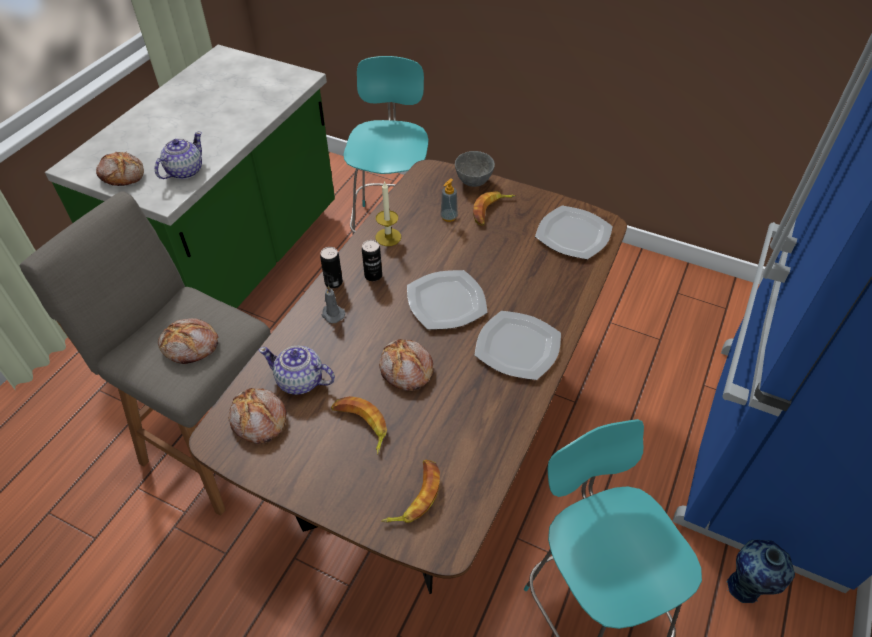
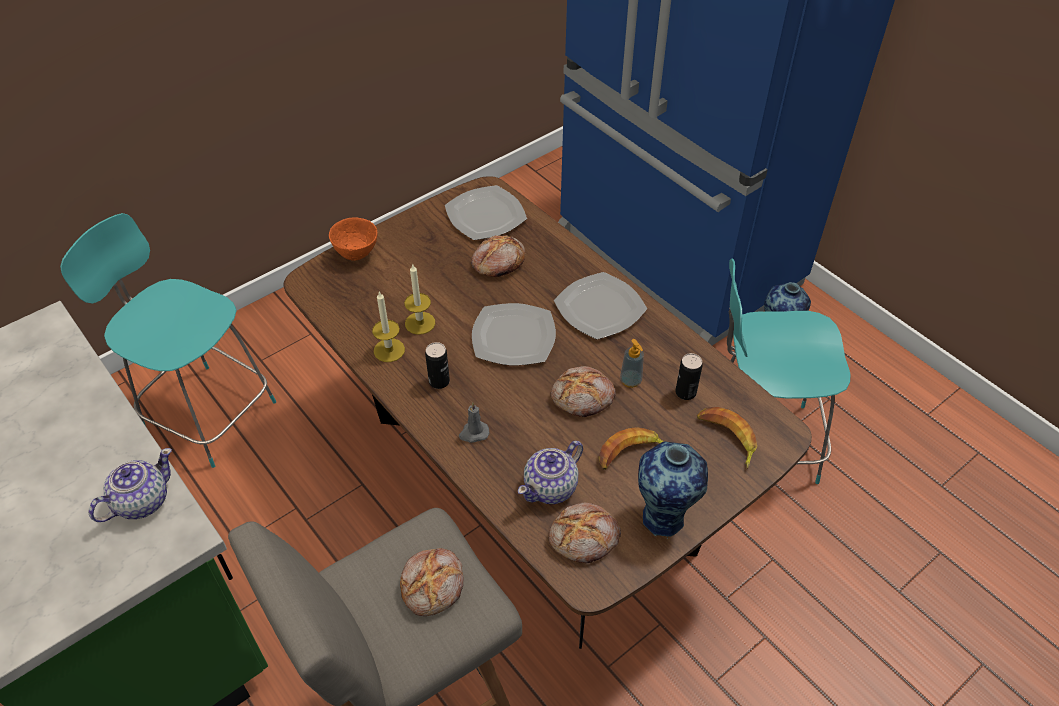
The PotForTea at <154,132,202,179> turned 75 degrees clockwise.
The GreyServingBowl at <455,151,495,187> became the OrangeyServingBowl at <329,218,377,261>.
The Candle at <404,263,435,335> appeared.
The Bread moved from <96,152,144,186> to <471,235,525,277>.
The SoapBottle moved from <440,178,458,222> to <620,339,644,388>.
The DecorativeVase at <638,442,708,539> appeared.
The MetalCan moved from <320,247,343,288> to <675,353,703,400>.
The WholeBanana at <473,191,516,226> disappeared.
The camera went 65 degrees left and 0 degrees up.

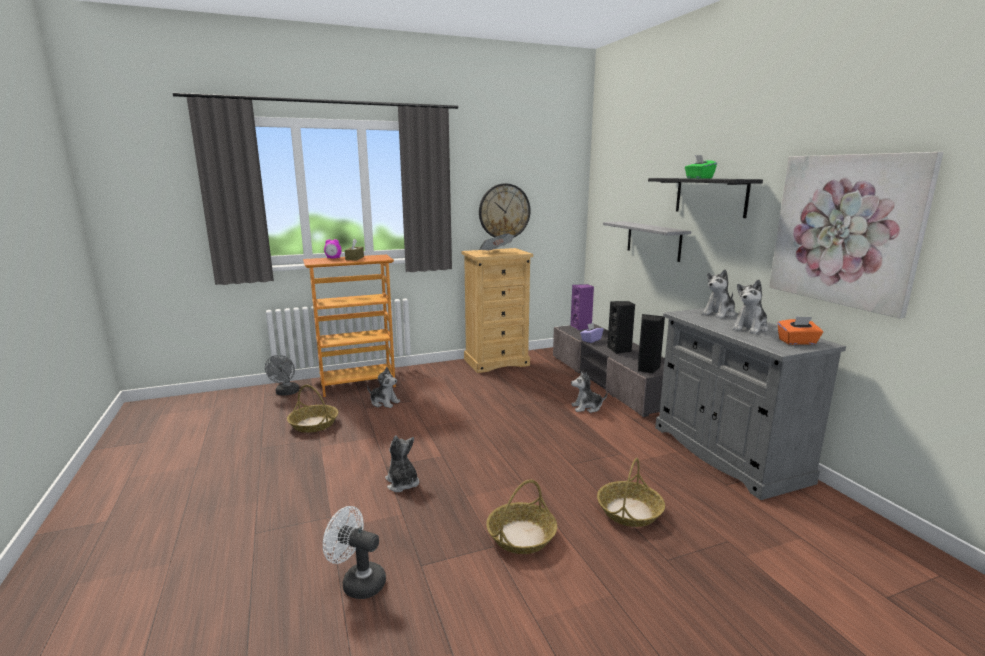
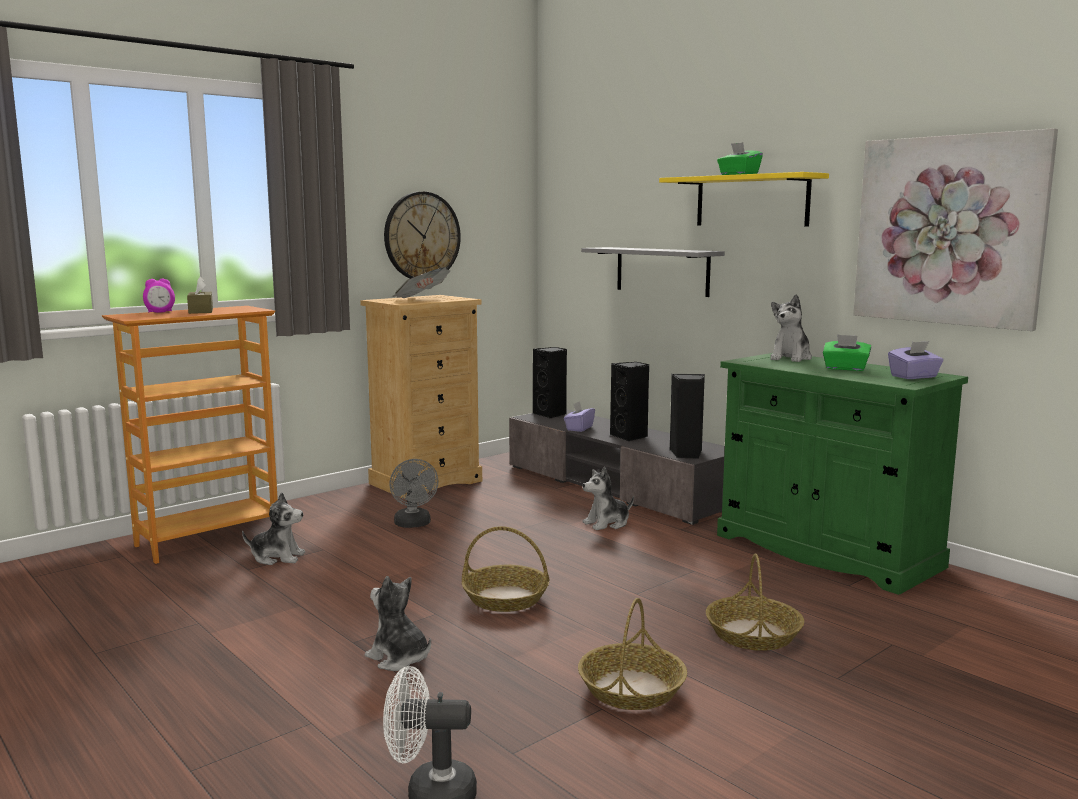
The GreyElectricFan moved from <265,355,299,395> to <389,459,438,528>.
The Basket moved from <287,385,338,433> to <462,526,550,612>.
The PurpleColouredSpeaker at <570,284,594,330> became the BlackColouredSpeaker at <533,347,567,418>.
The BlackColouredBracketShelf at <648,178,763,218> became the YellowColouredBracketShelf at <659,172,829,227>.
The GreyStorageCabinet at <655,308,846,500> became the GreenStorageCabinet at <717,353,968,595>.
The SoftToy at <732,279,768,334> was replaced by the GreenTissueBox at <823,334,871,371>.
The OrangeyTissueBox at <777,317,823,345> became the PurpleColouredTissueBox at <888,341,944,379>.
The camera went 20 degrees left and 5 degrees down.

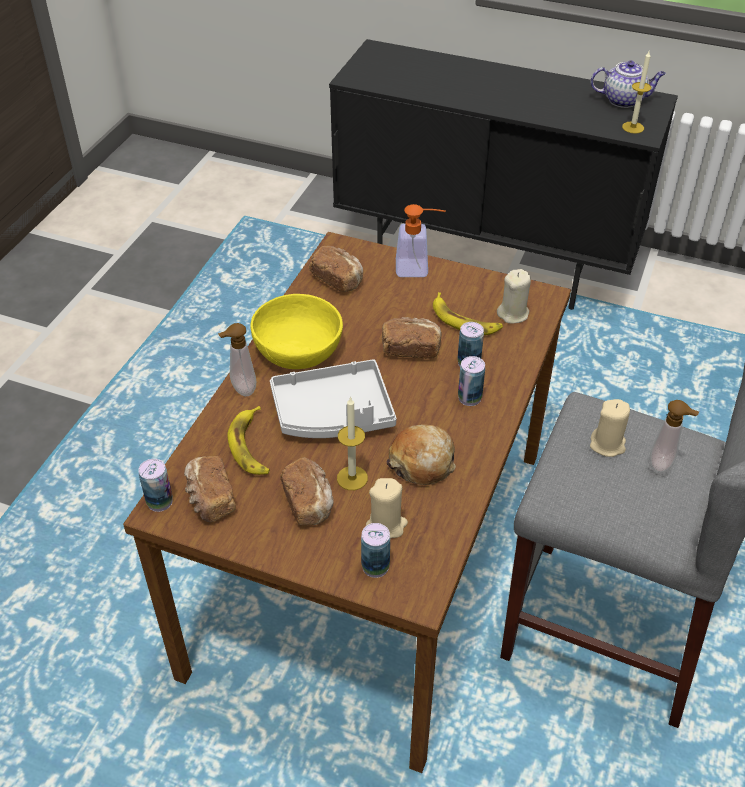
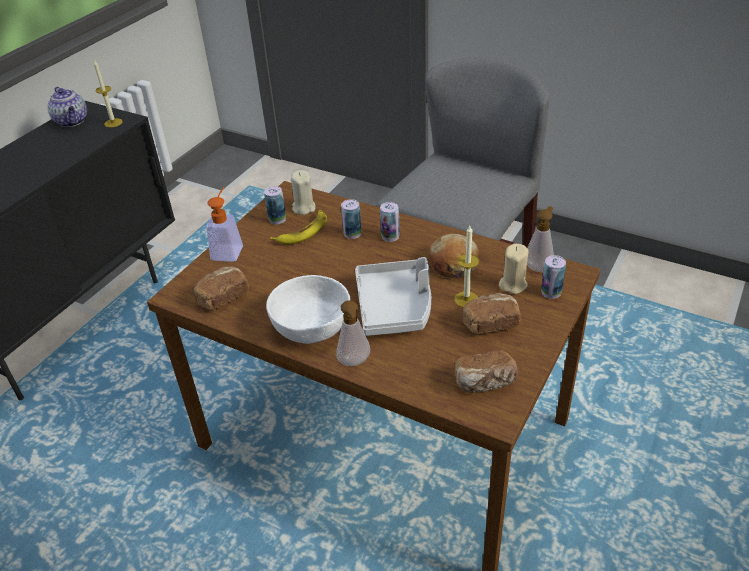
The PotForTea at <591,60,666,108> turned 135 degrees clockwise.
The MetalCan moved from <138,459,173,512> to <264,186,286,224>.
The YellowColouredServingBowl at <250,294,343,369> became the WhitishServingBowl at <266,275,351,344>.
The SoapBottle moved from <649,400,699,474> to <527,206,554,272>.
The WholeBanana at <227,406,270,475> disappeared.
The Bread at <382,317,442,359> disappeared.
The BeigeColouredCandle at <590,399,630,457> disappeared.
The camera went 80 degrees left and 5 degrees down.

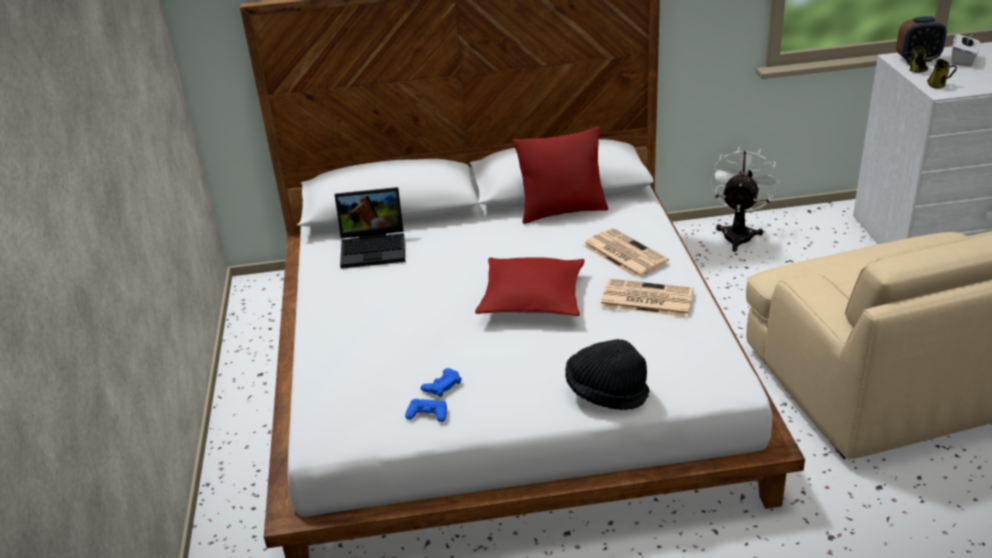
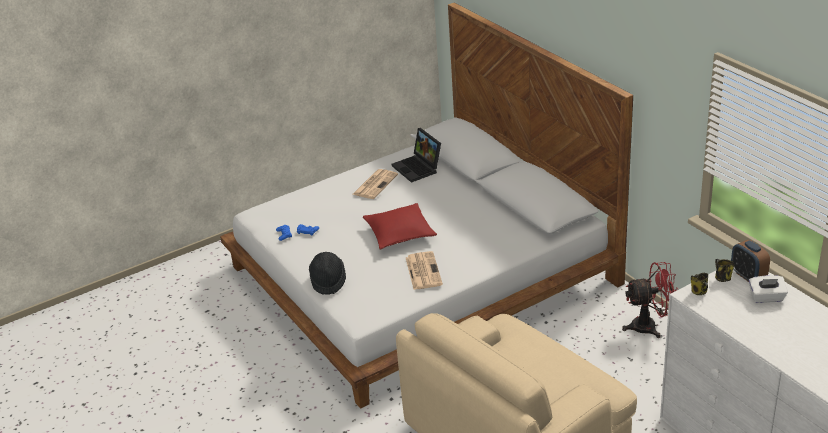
The Newspaper moved from <583,228,669,278> to <353,169,398,199>.
The WhitishElectricFan at <710,146,779,252> became the RedElectricFan at <622,262,679,338>.
The RedPillow at <513,126,608,224> disappeared.
The camera went 65 degrees right and 0 degrees up.

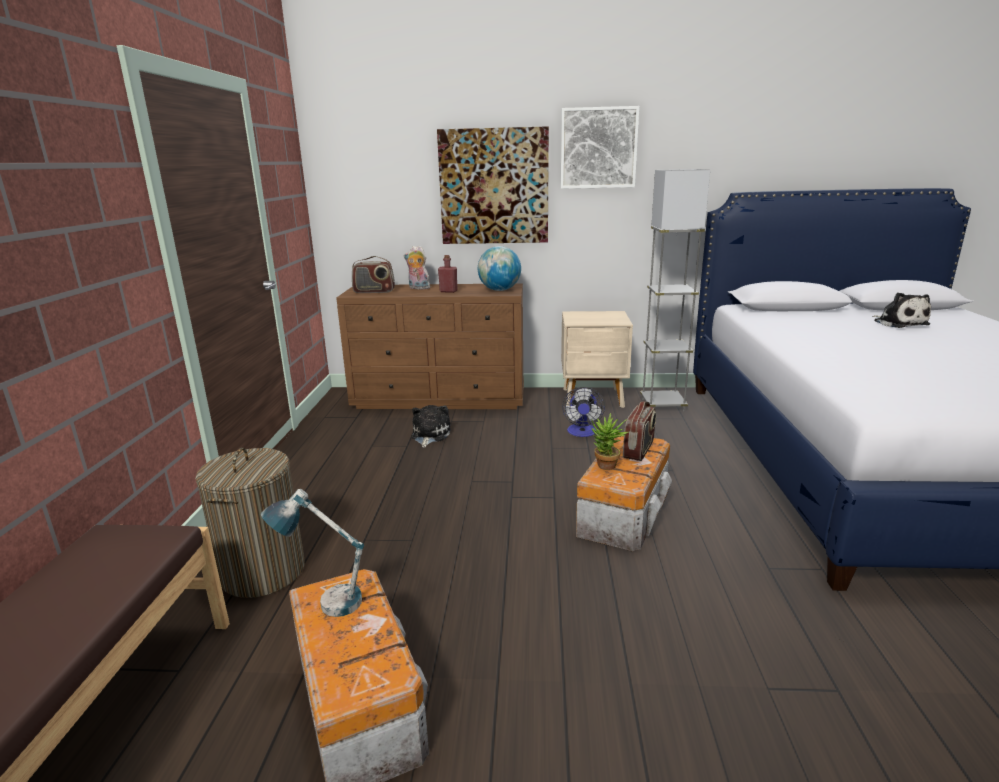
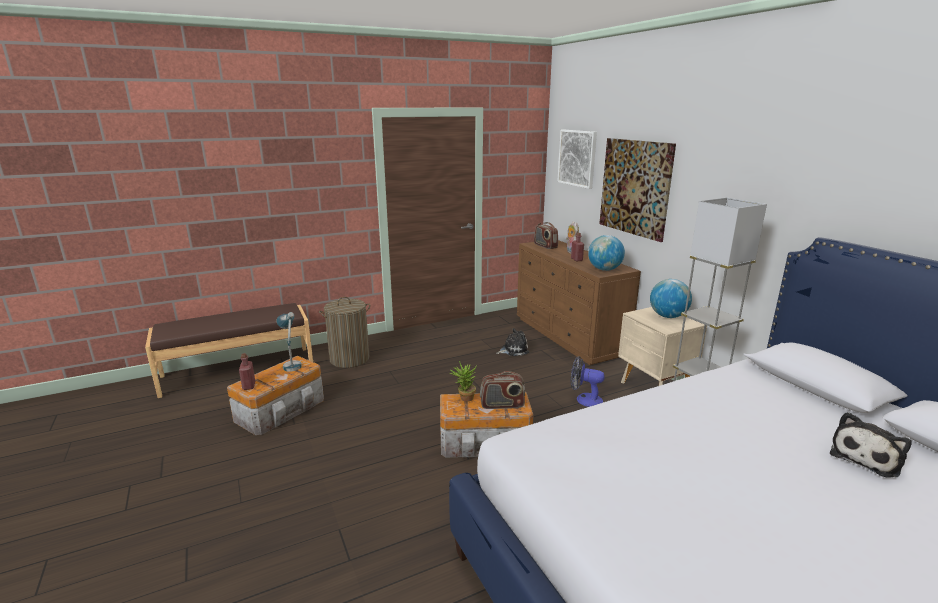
The RedBottle at <239,353,255,390> appeared.
The WallArt moved from <561,106,639,189> to <557,130,597,189>.
The ElectricFan at <562,387,605,437> turned 45 degrees clockwise.
The Globe at <650,279,692,318> appeared.
The camera went 60 degrees right and 0 degrees up.

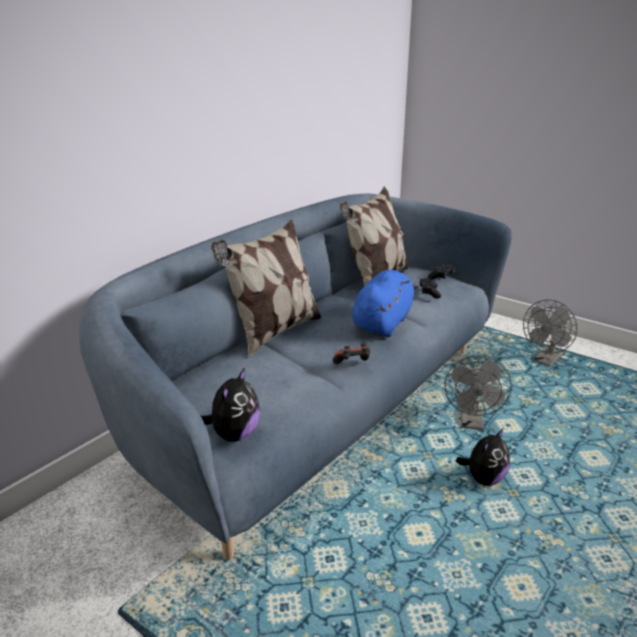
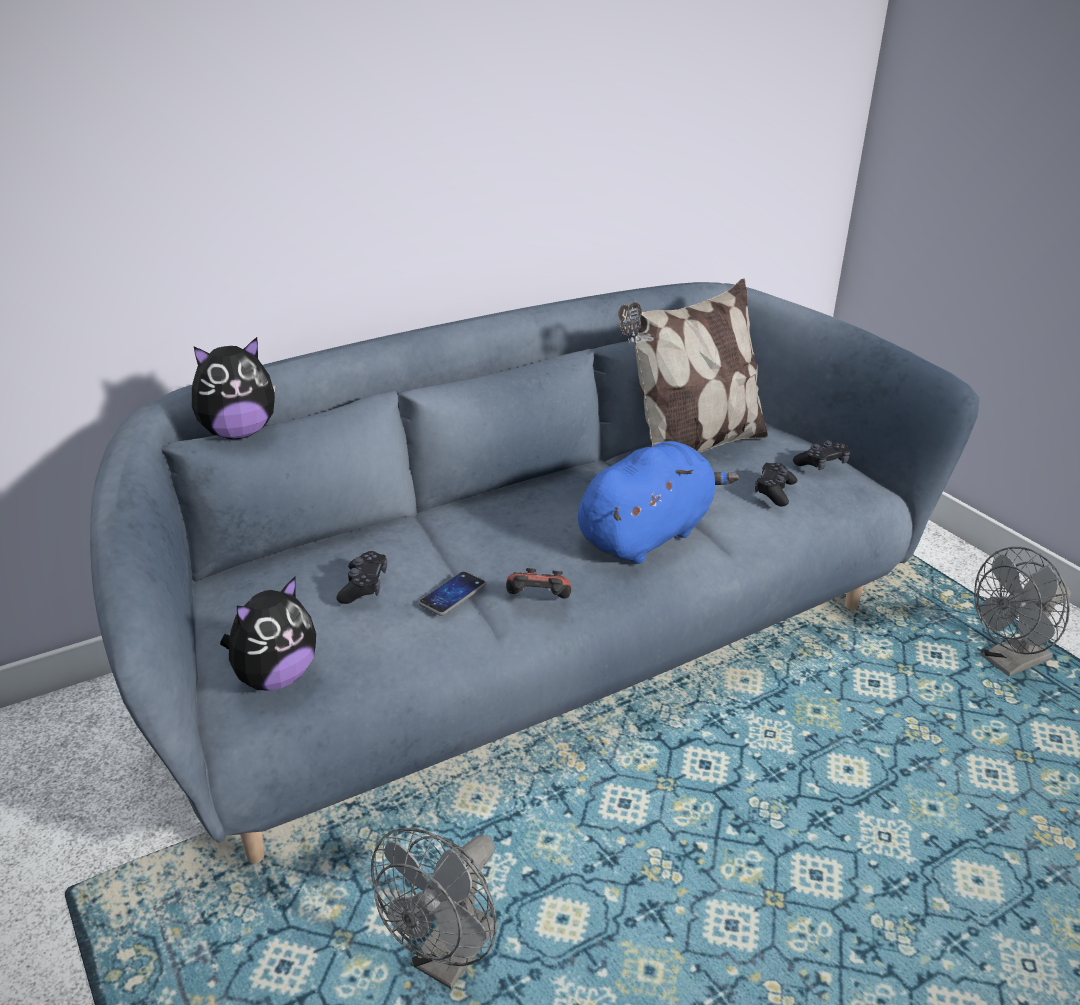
The SoftToy moved from <456,428,510,486> to <192,337,276,439>.
The BlackColouredGamepad at <336,551,387,604> appeared.
The GreyElectricFan moved from <445,355,512,430> to <371,828,498,989>.
The Phone at <418,571,486,616> appeared.
The Pillow at <211,219,321,358> disappeared.
The camera went 20 degrees right and 5 degrees up.

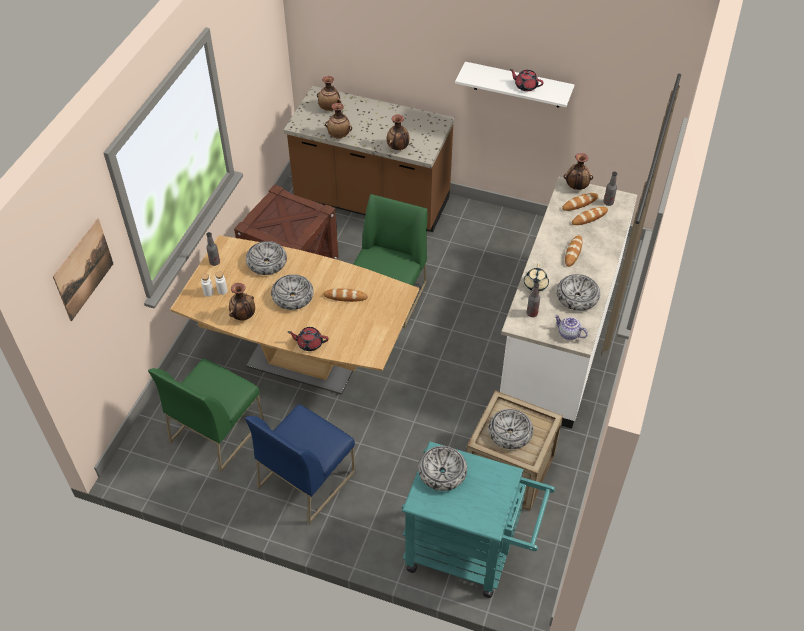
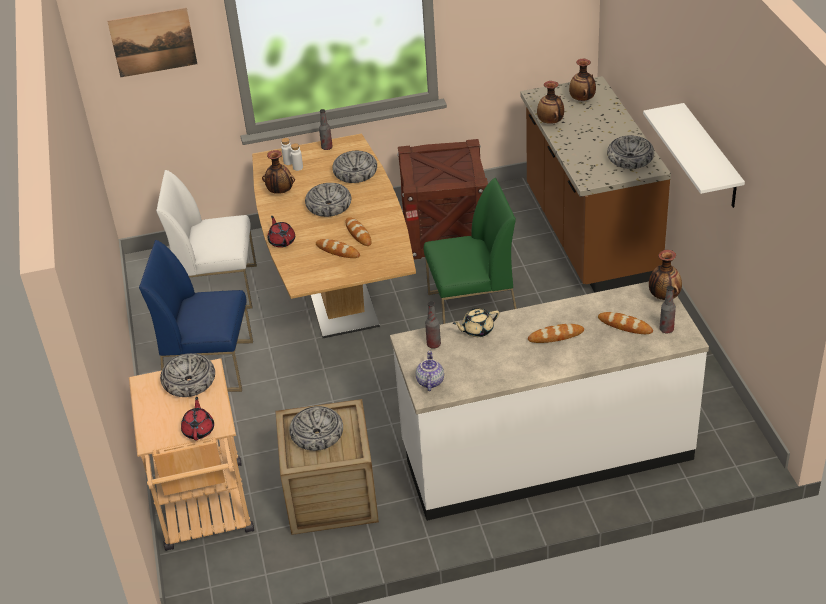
The TurquoiseColouredCart at <402,441,555,598> became the BeigeColouredCart at <129,358,254,551>.
The GreenUprightChair at <148,358,264,472> became the WhitishUprightChair at <156,170,257,309>.
The RedPotForTea moved from <510,69,544,91> to <181,397,214,441>.
The Bread moved from <562,193,598,211> to <316,239,360,258>.
The ServingBowl moved from <556,274,600,311> to <607,135,654,169>.
The DecorativeVase at <387,115,409,150> disappeared.
The camera went 60 degrees right and 10 degrees down.

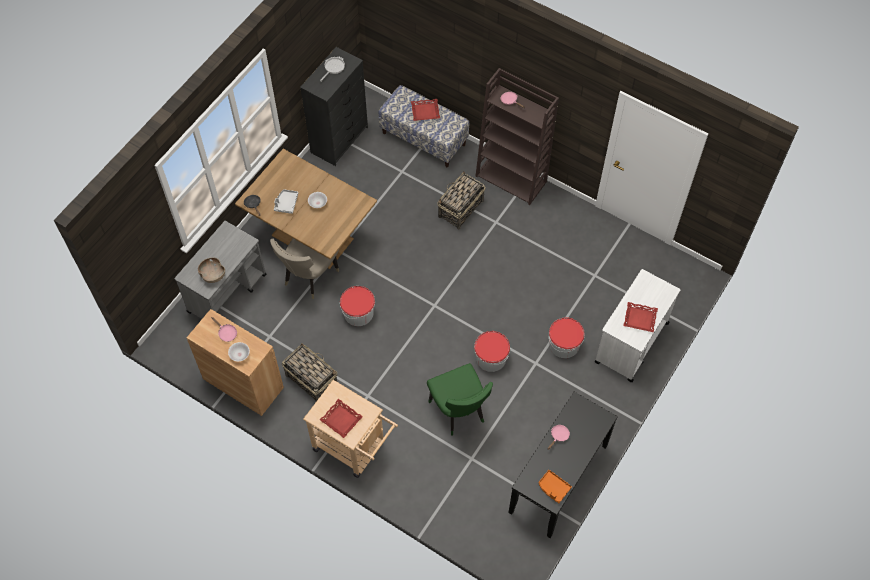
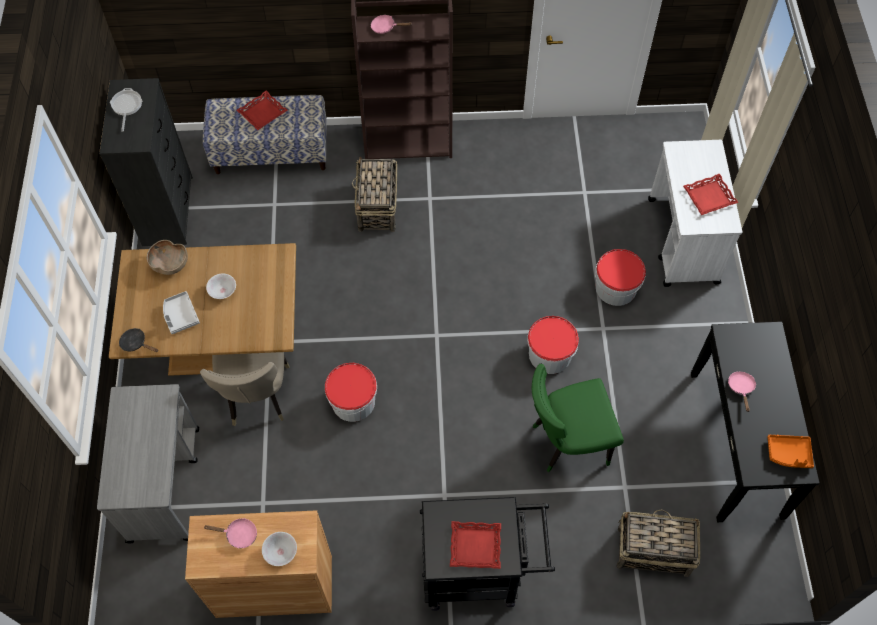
The BrownColouredServingBowl moved from <198,257,225,283> to <147,240,188,275>.
The BeigeColouredCart at <303,380,398,478> became the BlackColouredCart at <420,497,555,611>.
The GreenUprightChair at <427,363,493,435> turned 135 degrees clockwise.
The Basket moved from <282,343,337,401> to <617,509,700,577>.
The camera went 35 degrees left and 0 degrees up.

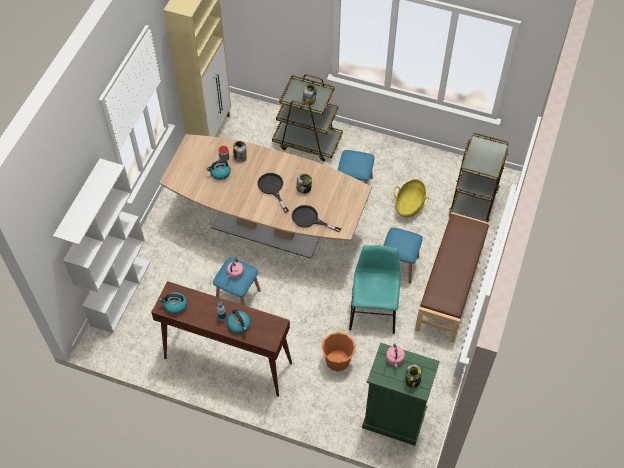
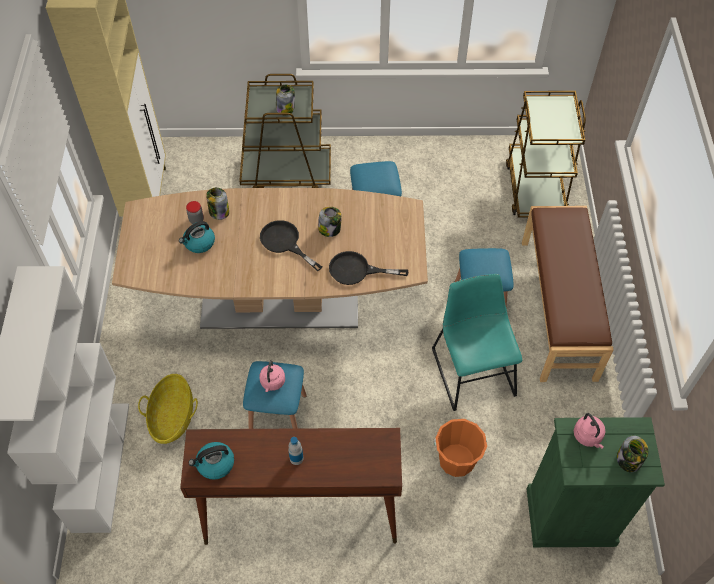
The Basket moved from <393,179,429,218> to <138,374,198,444>.
The Kettle at <227,309,251,333> disappeared.
The camera went 20 degrees left and 0 degrees up.

